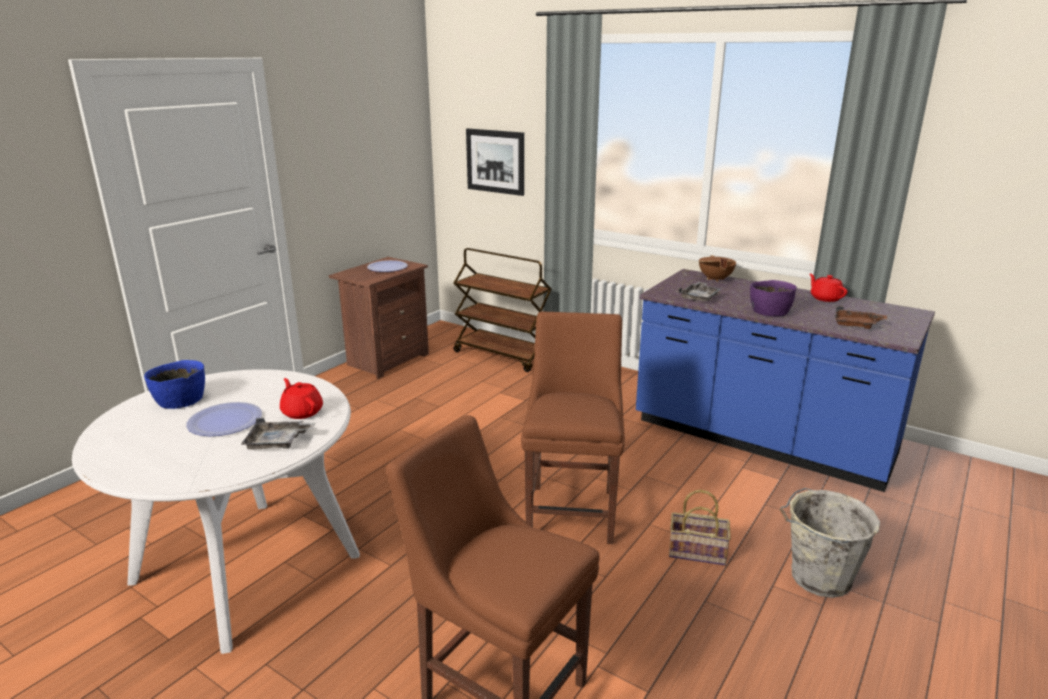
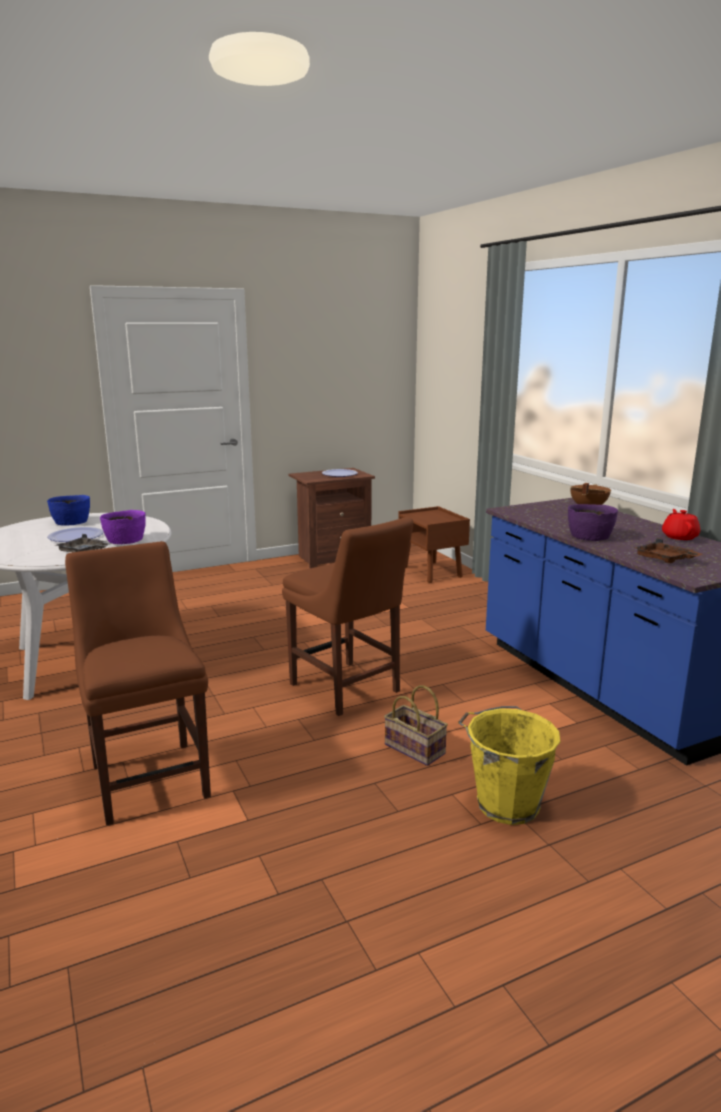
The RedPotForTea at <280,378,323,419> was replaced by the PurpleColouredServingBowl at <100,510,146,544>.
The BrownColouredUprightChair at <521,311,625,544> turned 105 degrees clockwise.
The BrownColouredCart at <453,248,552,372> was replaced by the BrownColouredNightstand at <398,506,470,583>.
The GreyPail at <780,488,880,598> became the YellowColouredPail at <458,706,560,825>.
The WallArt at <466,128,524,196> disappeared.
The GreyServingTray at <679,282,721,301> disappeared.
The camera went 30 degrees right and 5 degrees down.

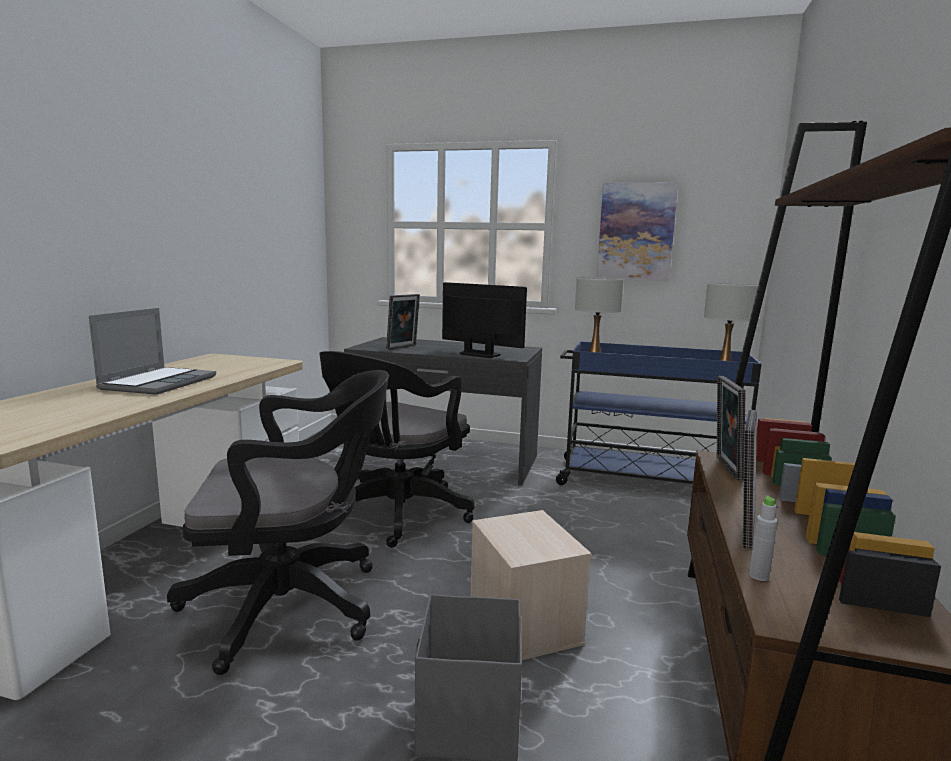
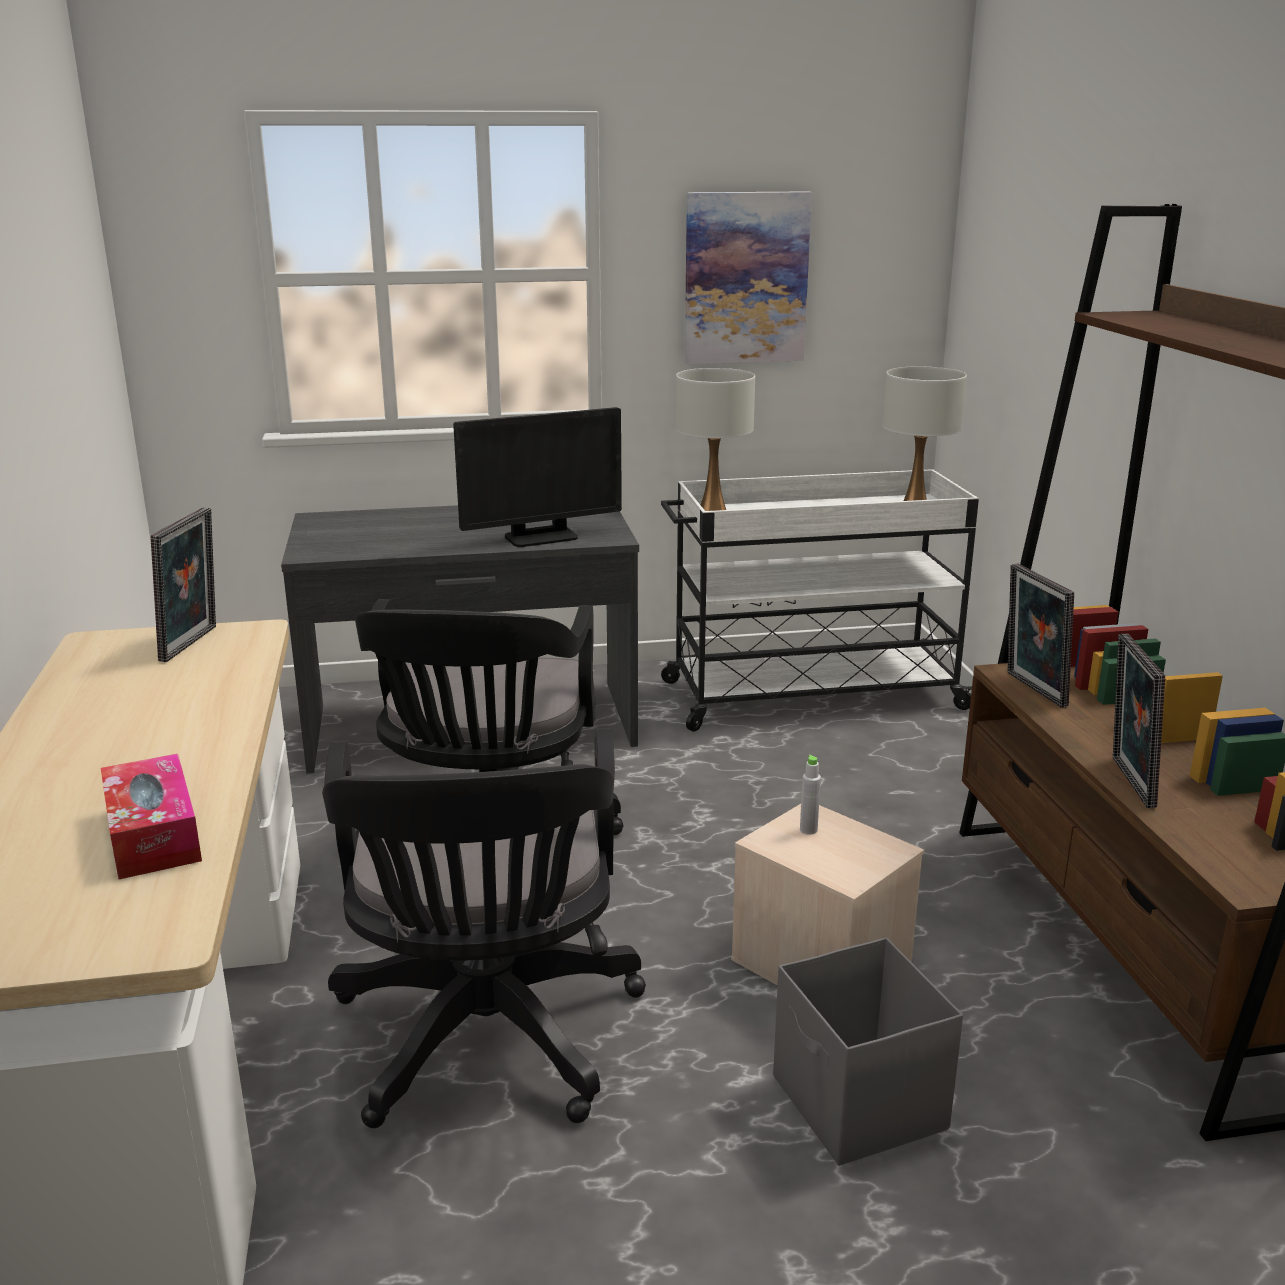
The TissueBox at <101,754,202,879> appeared.
The StandingFrame moved from <386,294,420,350> to <151,507,216,662>.
The BlackColouredOfficeChair at <167,370,389,675> turned 120 degrees clockwise.
The ComputerDisplay at <442,282,527,358> turned 150 degrees clockwise.
The BlueColouredCart at <556,341,761,485> became the WhitishCart at <661,469,979,732>.
The GreyBottle moved from <749,496,778,581> to <800,755,821,835>.
The Laptop at <89,308,216,395> disappeared.
The camera went 25 degrees left and 10 degrees up.

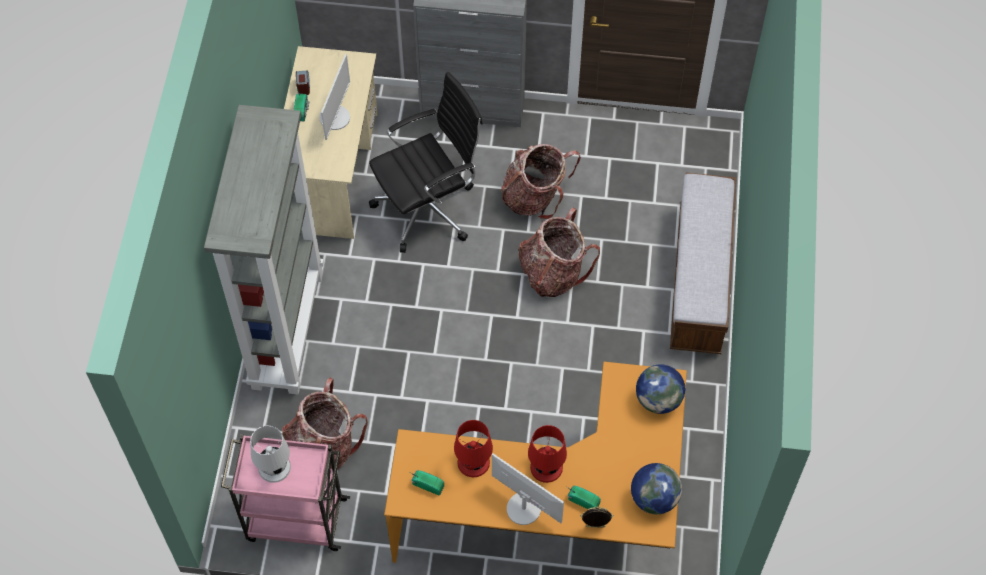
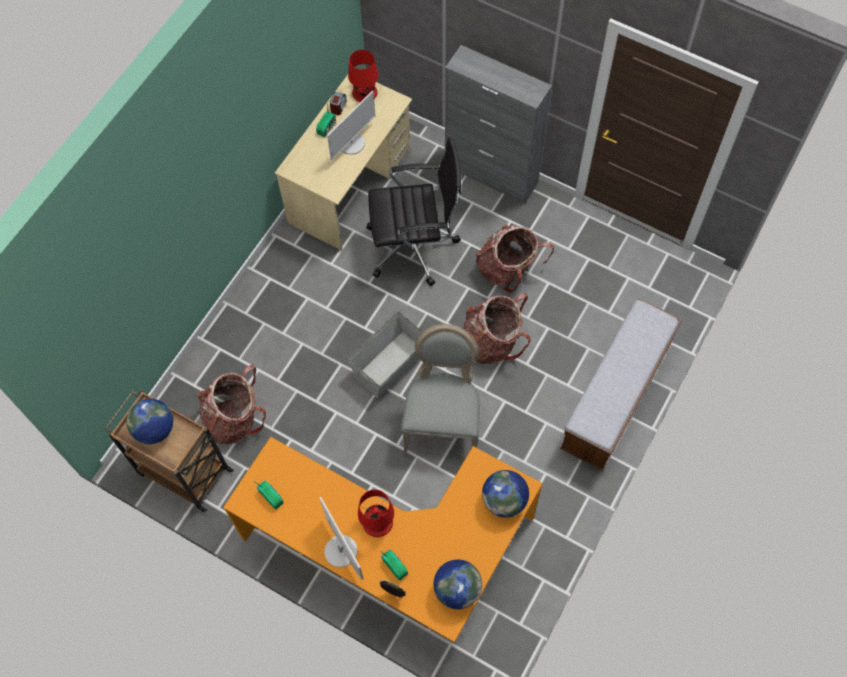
The PinkCart at <221,434,350,551> became the BrownColouredCart at <104,390,234,512>.
The WhitishTabletopLamp at <250,425,291,483> was replaced by the Globe at <127,399,173,444>.
The RedTabletopLamp moved from <454,420,493,477> to <348,50,378,102>.
The GreyStorageBox at <348,311,423,398> appeared.
The GreyUprightChair at <401,324,481,452> appeared.
The GreyBookcase at <204,105,324,395> disappeared.
The camera went 25 degrees right and 5 degrees up.

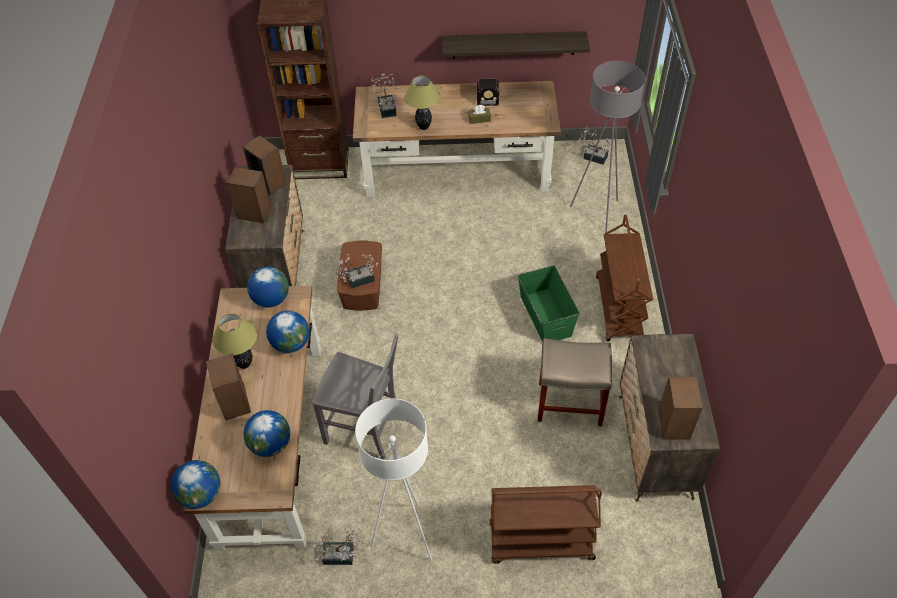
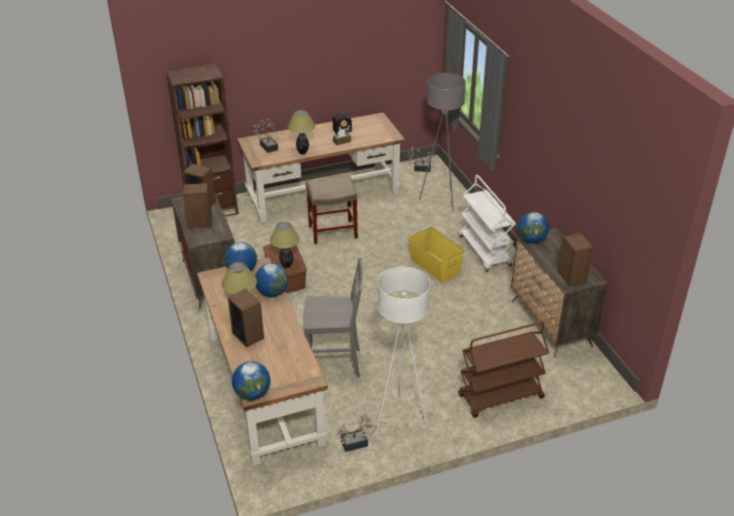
The PlantInAPot at <335,253,378,288> was replaced by the TabletopLamp at <270,222,300,268>.
The BeigeColouredSittingStool moved from <538,338,612,426> to <306,176,358,244>.
The GreenStorageBox at <518,265,580,342> became the YellowColouredStorageBox at <408,227,464,283>.
The BrownColouredCart at <596,215,653,342> became the WhitishCart at <459,175,516,272>.
The Globe moved from <243,410,290,457> to <518,212,550,244>.
The BracketShelf at <442,31,590,58> disappeared.
The camera went 20 degrees left and 15 degrees down.

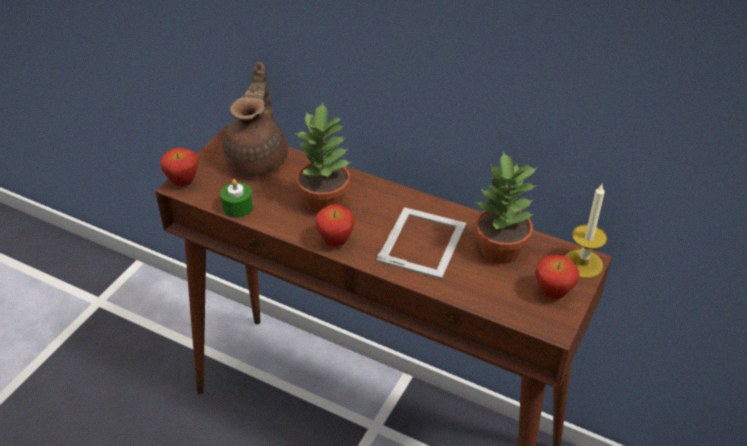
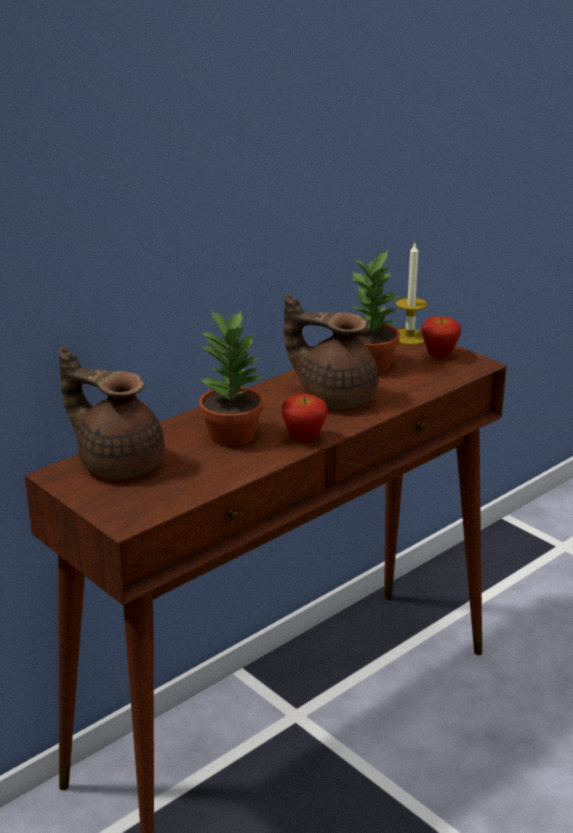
The StandingFrame at <376,207,466,279> was replaced by the BrownColouredPotForTea at <284,294,379,408>.
The AppleFruit at <160,148,199,187> disappeared.
The GreenCandle at <220,179,253,218> disappeared.
The camera went 70 degrees left and 15 degrees down.

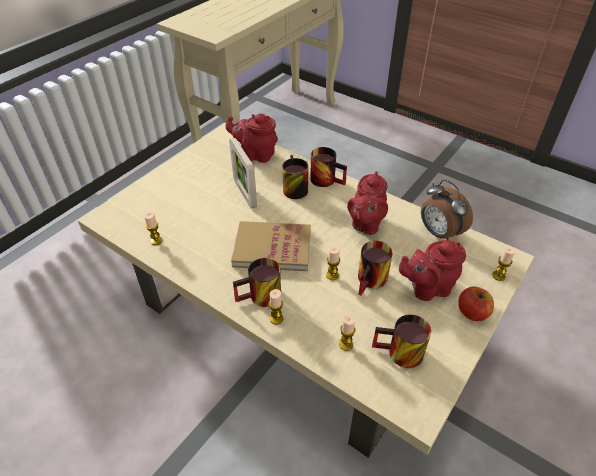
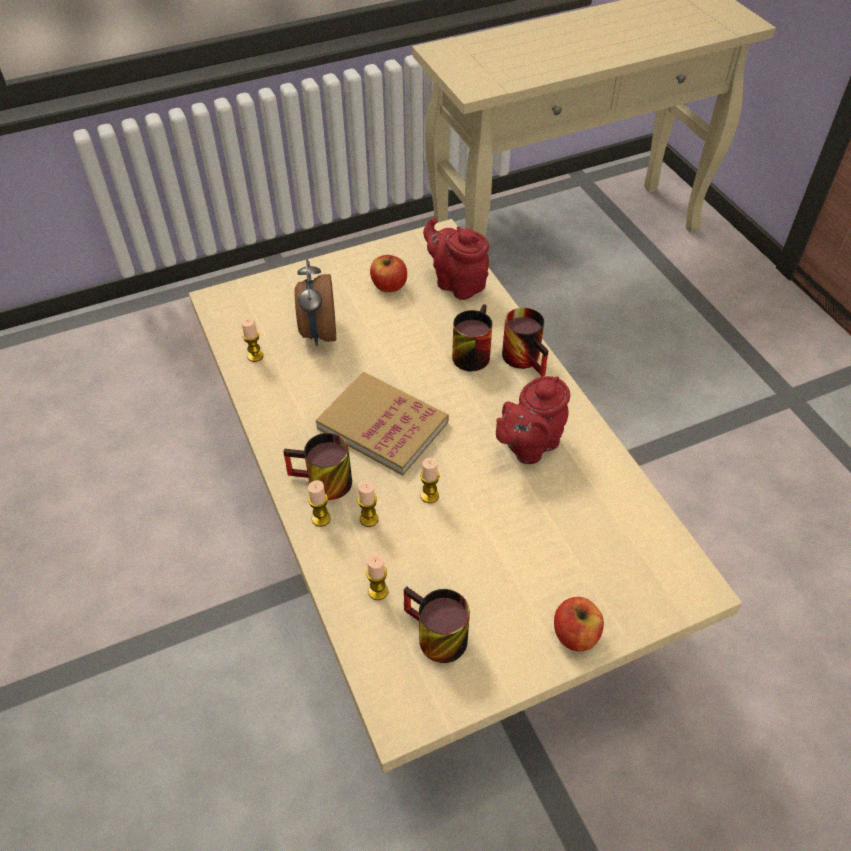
The TableClock moved from <421,180,473,240> to <295,259,336,346>.
The Candle moved from <492,247,515,281> to <357,481,378,527>.
The AppleFruit at <370,255,407,292> appeared.
The StandingFrame at <229,138,257,209> disappeared.
The TeaMug at <358,241,393,295> disappeared.
The RedPotForTea at <399,240,466,301> disappeared.
The camera went 30 degrees right and 5 degrees up.

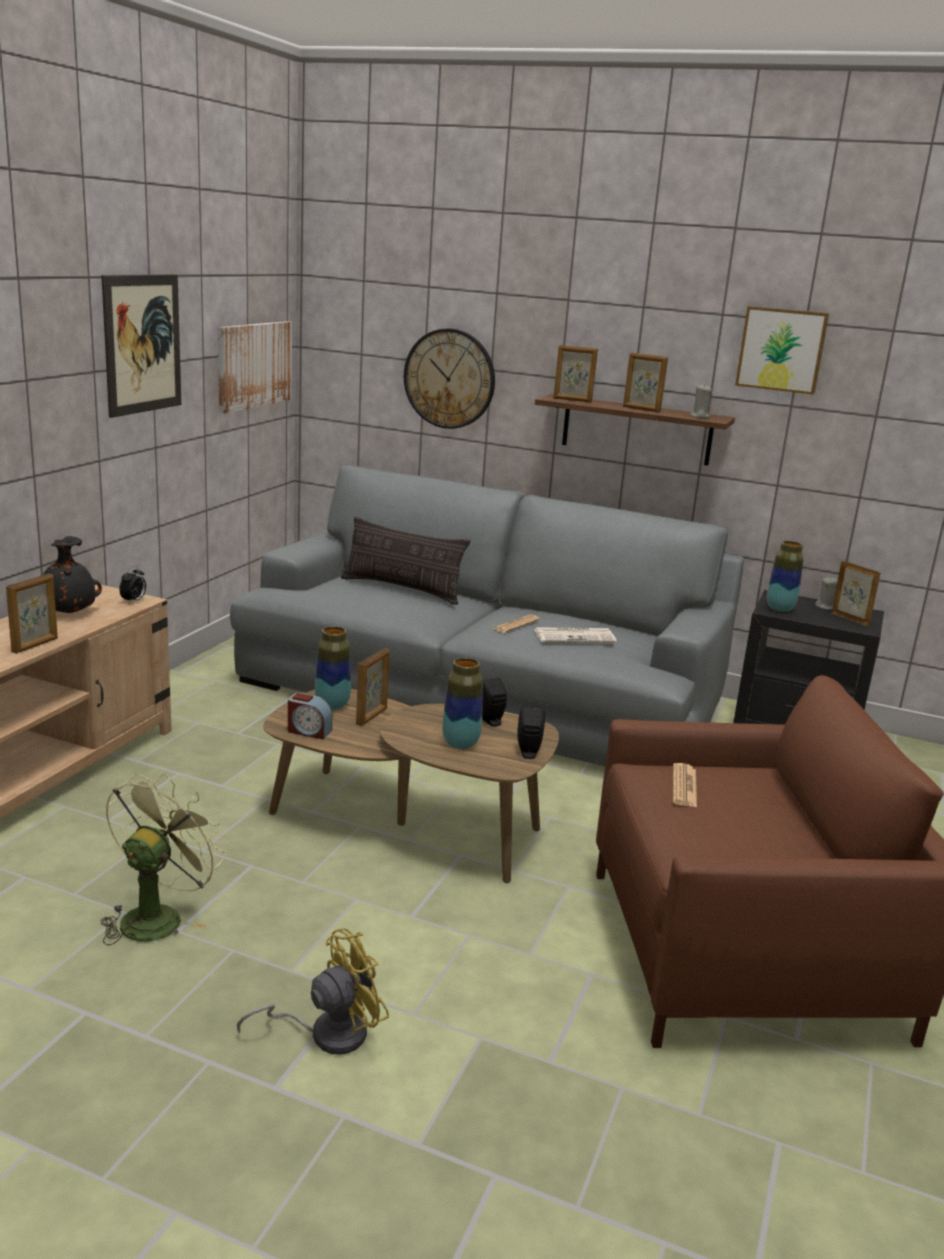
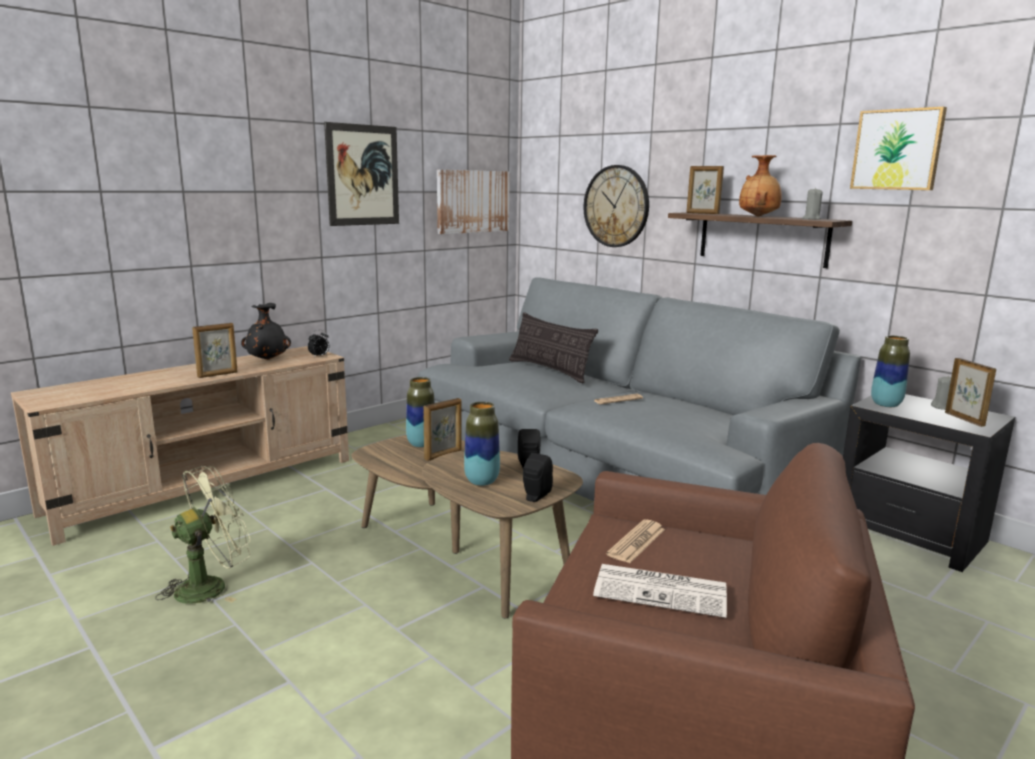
The Newspaper moved from <534,627,617,643> to <593,564,727,618>.
The StandingFrame at <623,353,668,412> was replaced by the BrownColouredDecorativeVase at <739,155,782,217>.
The YellowColouredElectricFan at <237,928,389,1055> disappeared.
The TableClock at <288,693,332,739> disappeared.
The camera went 25 degrees right and 5 degrees down.

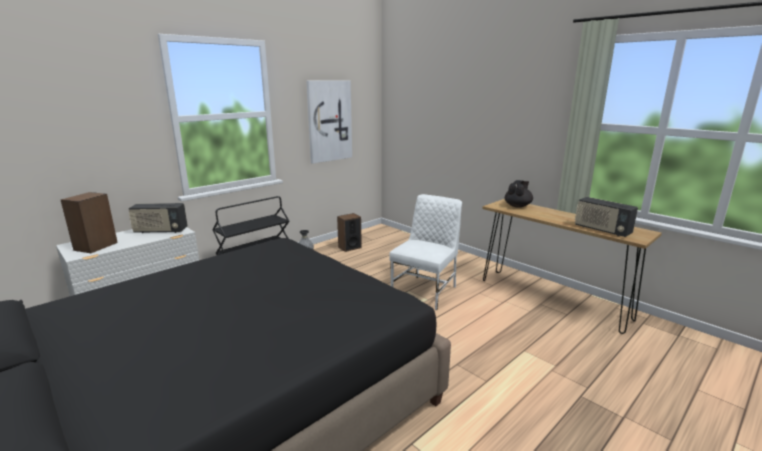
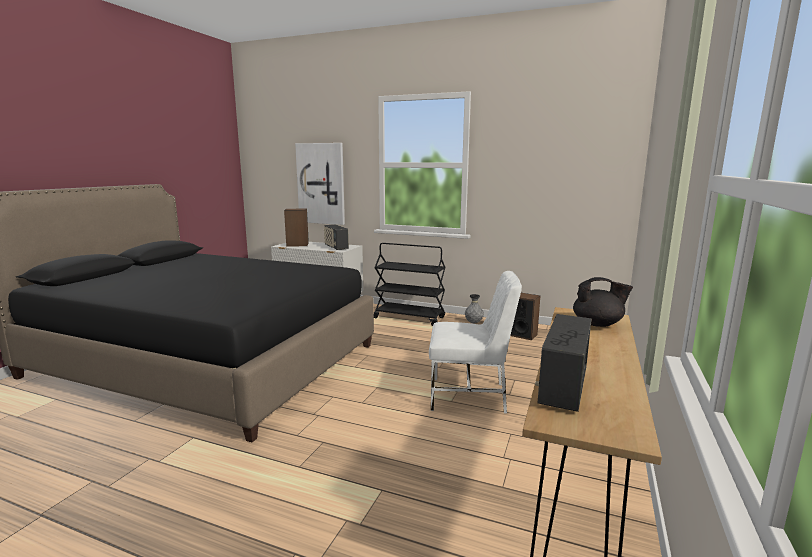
The WallArt moved from <306,80,352,164> to <295,143,345,225>.
The camera went 65 degrees right and 5 degrees down.

